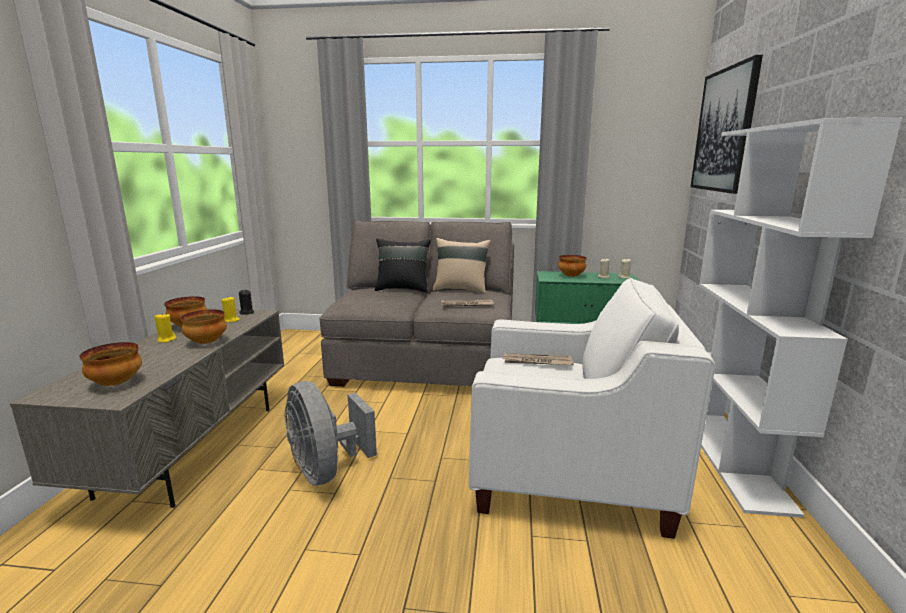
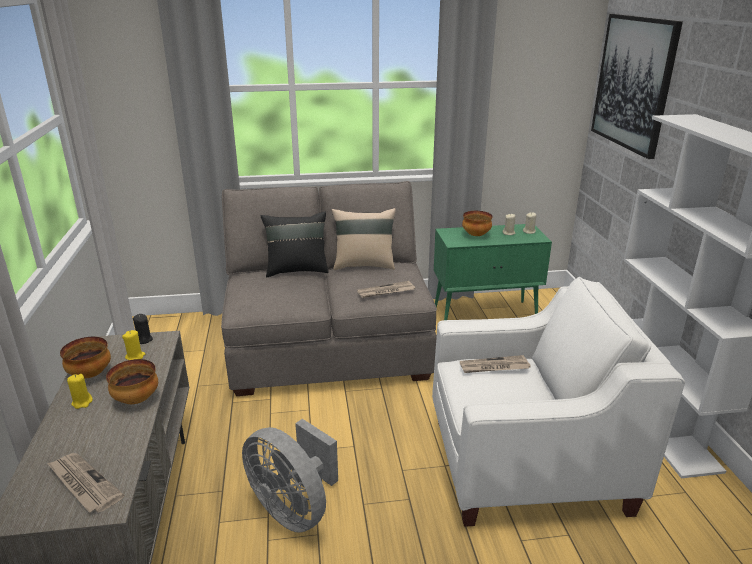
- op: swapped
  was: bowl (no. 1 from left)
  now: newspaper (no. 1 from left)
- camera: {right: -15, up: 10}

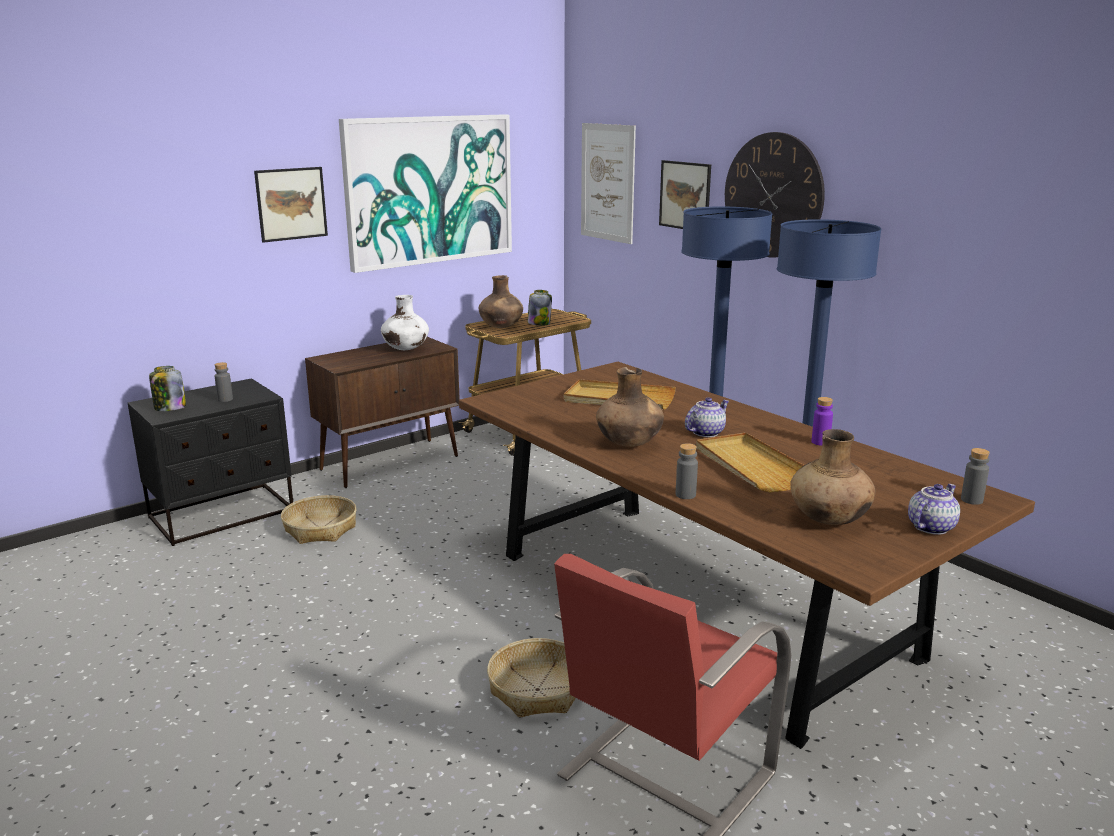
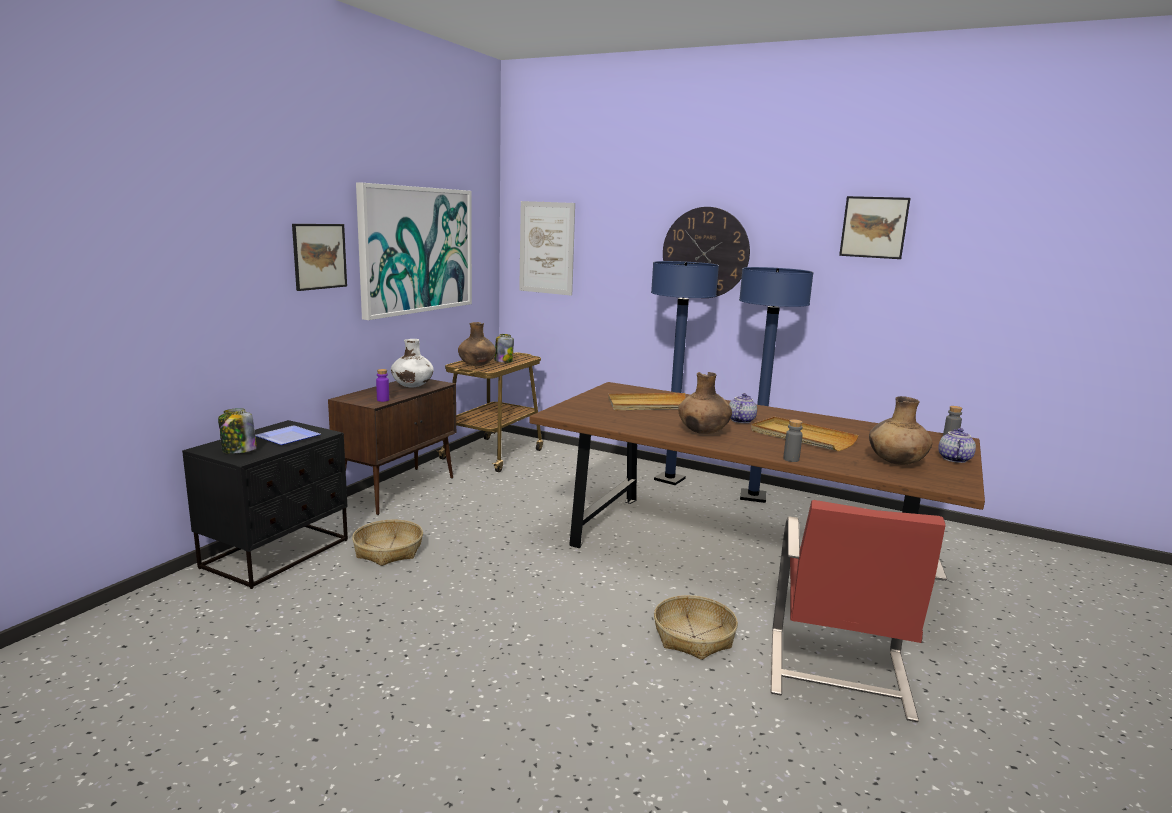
- op: swapped
  was: grey bottle (no. 1 from left)
  now: plate
- op: shifted
  was: picture (no. 4 from left)
- op: shifted
  was: purple bottle
- camera: {right: -25, up: -5}

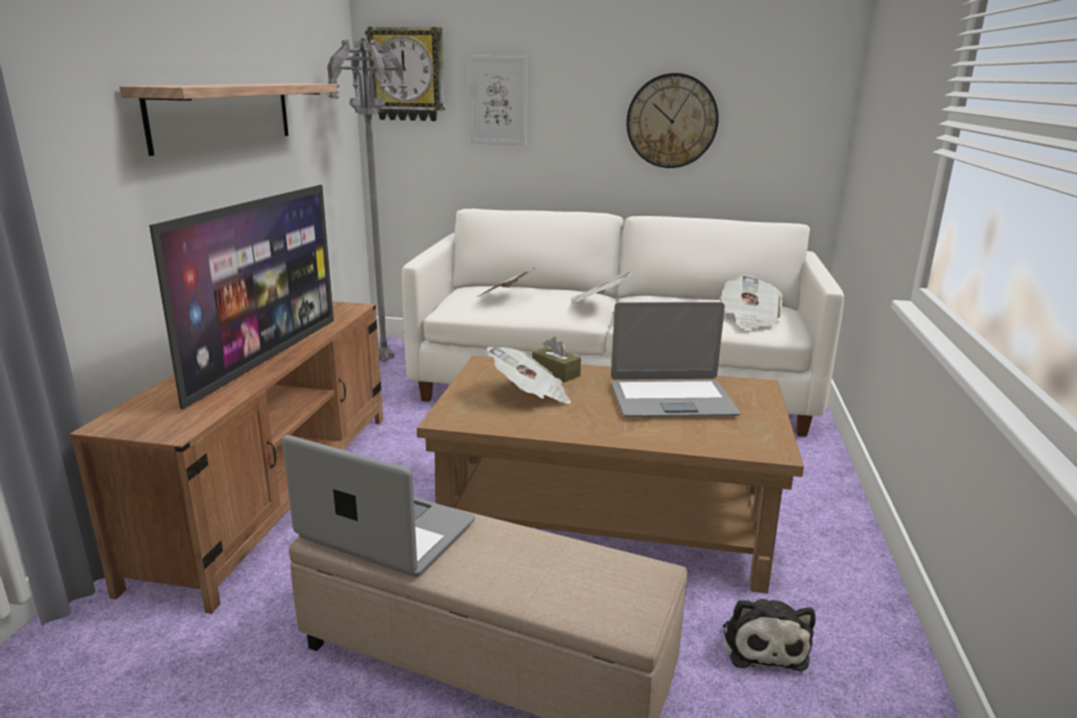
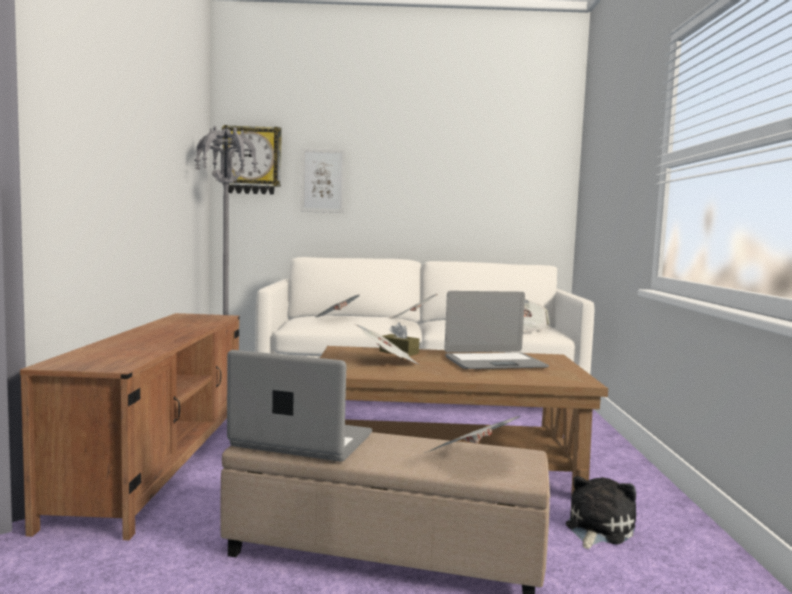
- op: gone
  was: shelf
- op: gone
  was: television
- op: gone
  was: wall clock (no. 2 from left)
- op: rotated
  was: plush toy
  clockwise: -135
- op: new
  now: newspaper (no. 4 from left)
- camera: {right: -10, up: -15}

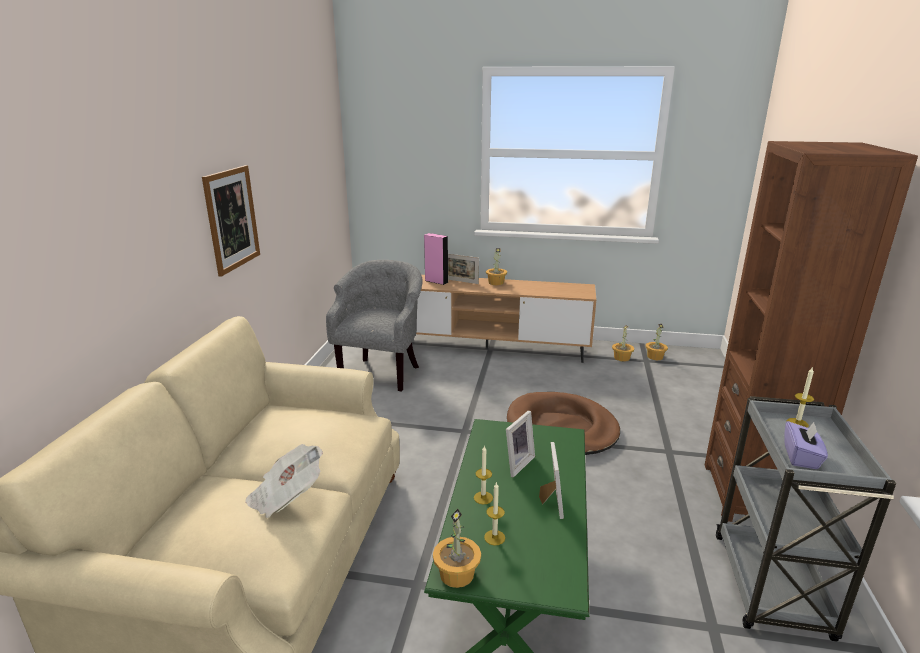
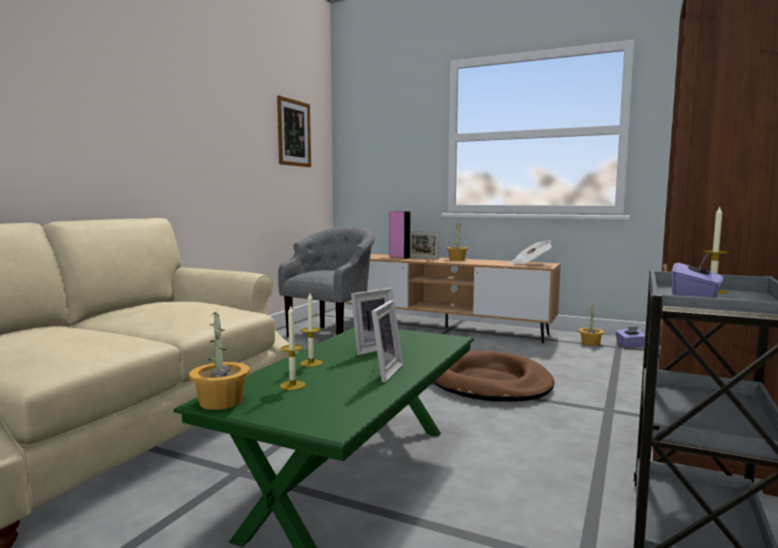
- op: shifted
  was: picture
- op: shifted
  was: newspaper
- op: swapped
  was: potted plant (no. 4 from left)
  now: purple tissue box (no. 1 from left)
- camera: {right: 15, up: -15}

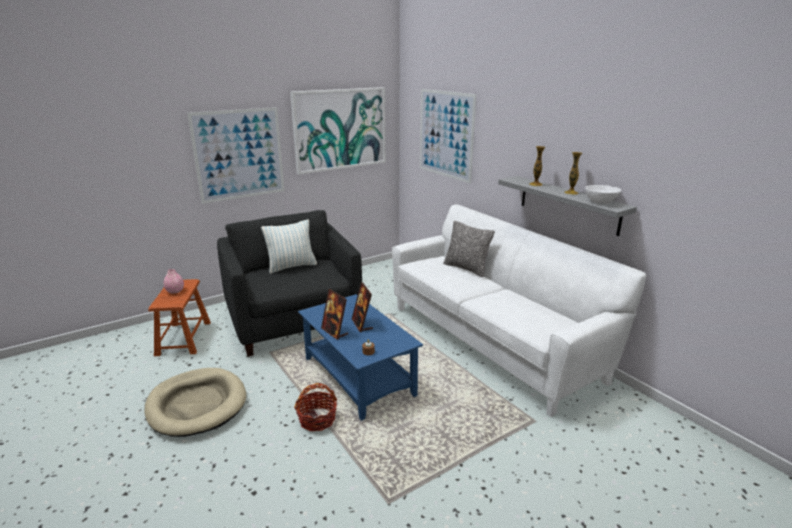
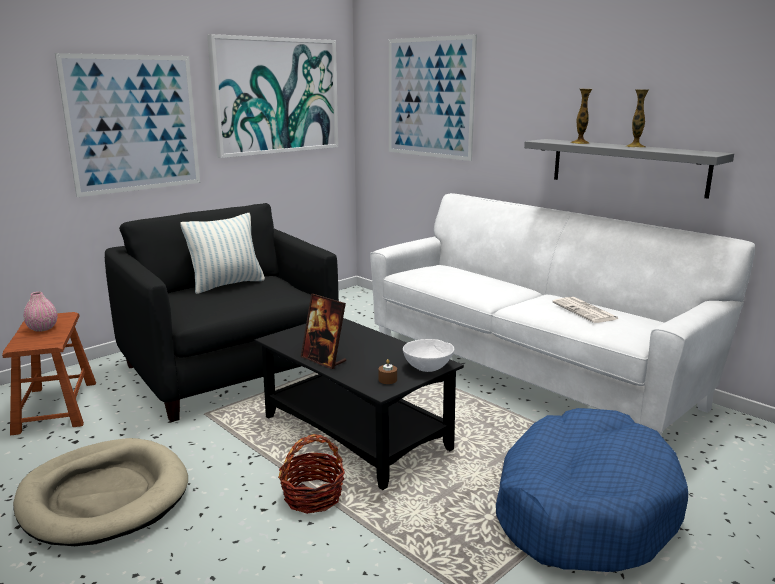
- op: repainted
  was: blue coffee table
  now: black coffee table
- op: gone
  was: picture frame (no. 2 from left)
- op: gone
  was: pillow (no. 2 from left)
- op: shifted
  was: white bowl
- op: new
  now: blue dog bed
- op: new
  now: newspaper
- camera: {right: -10, up: -5}

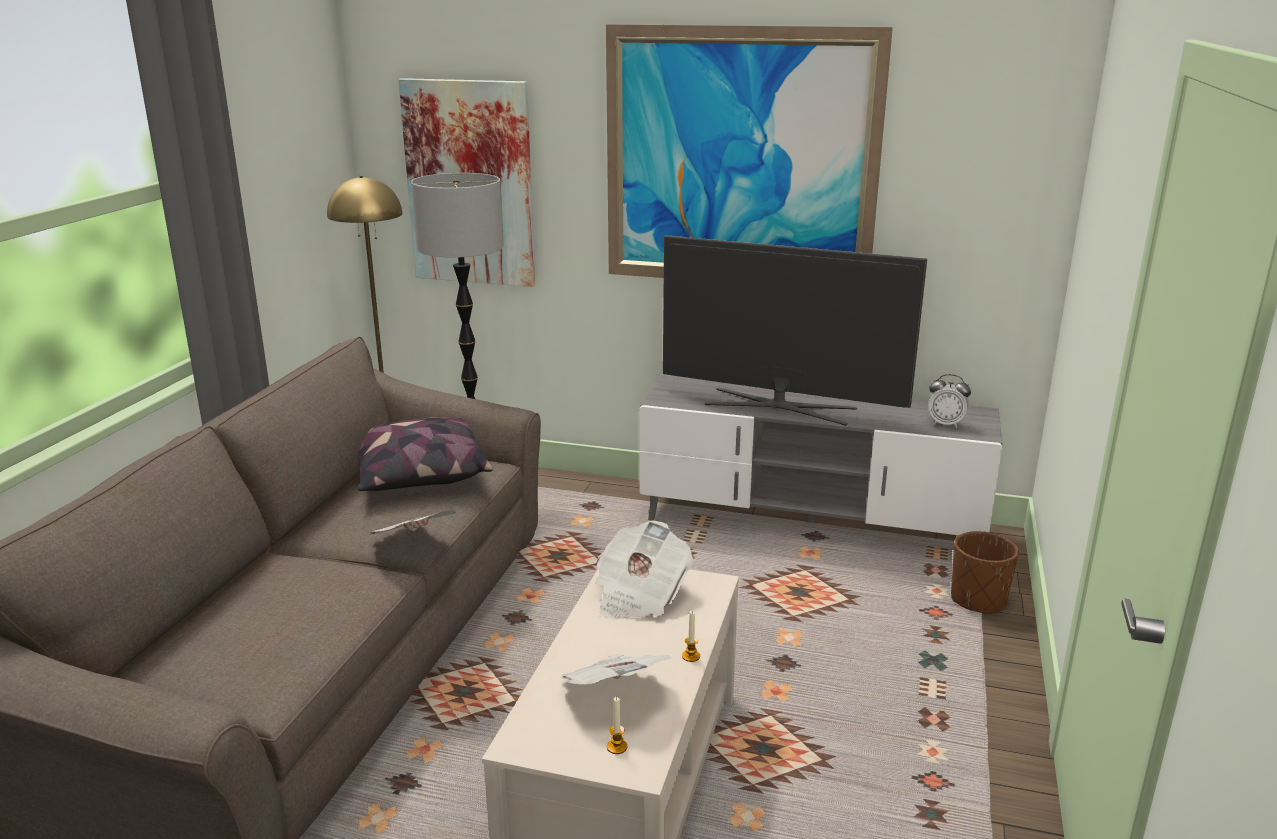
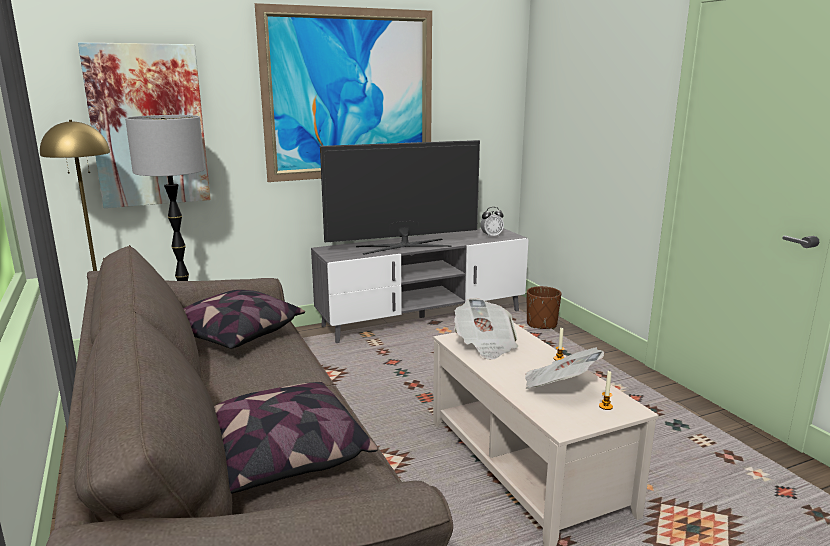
- op: gone
  was: newspaper (no. 1 from left)
- op: new
  now: pillow (no. 2 from left)
- camera: {right: -40, up: -5}

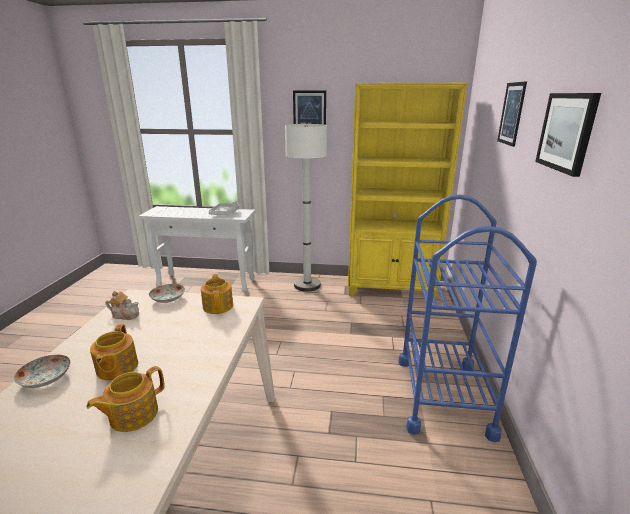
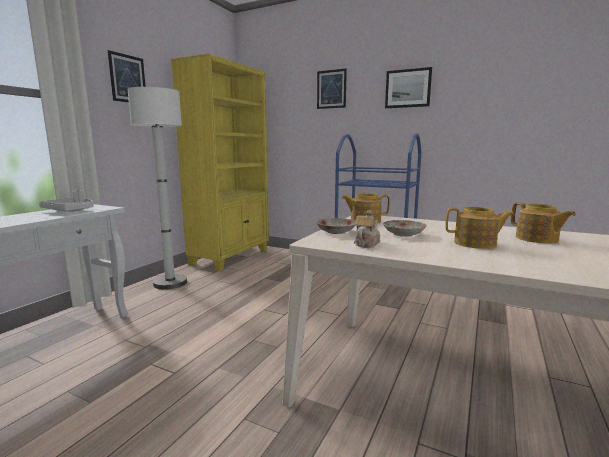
- op: shifted
  was: plate (no. 1 from left in the first image)
  now: plate (no. 2 from left)
- camera: {right: -70, up: -10}

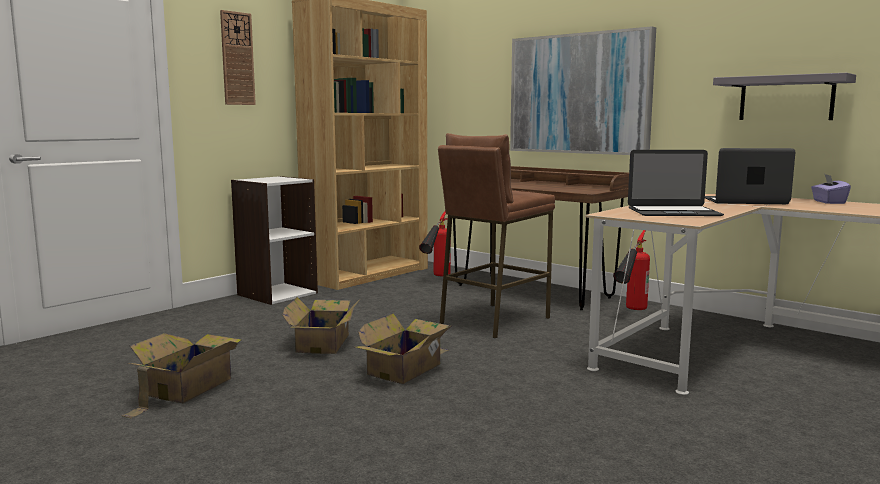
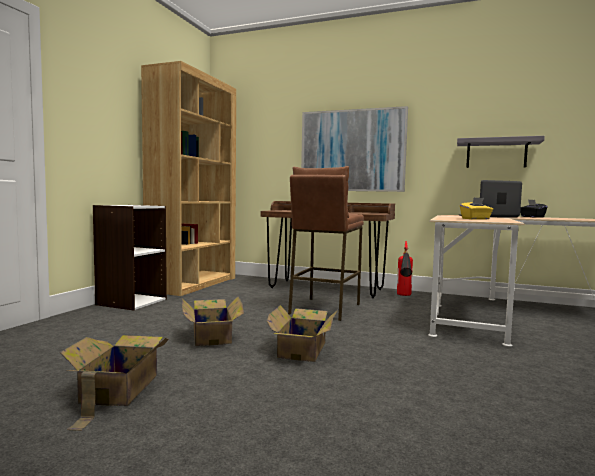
- op: gone
  was: wall clock
- op: gone
  was: fire extinguisher (no. 1 from left)
- op: swapped
  was: laptop (no. 1 from left)
  now: yellow tissue box
- op: repainted
  was: purple tissue box
  now: black tissue box
- camera: {right: -20, up: -5}

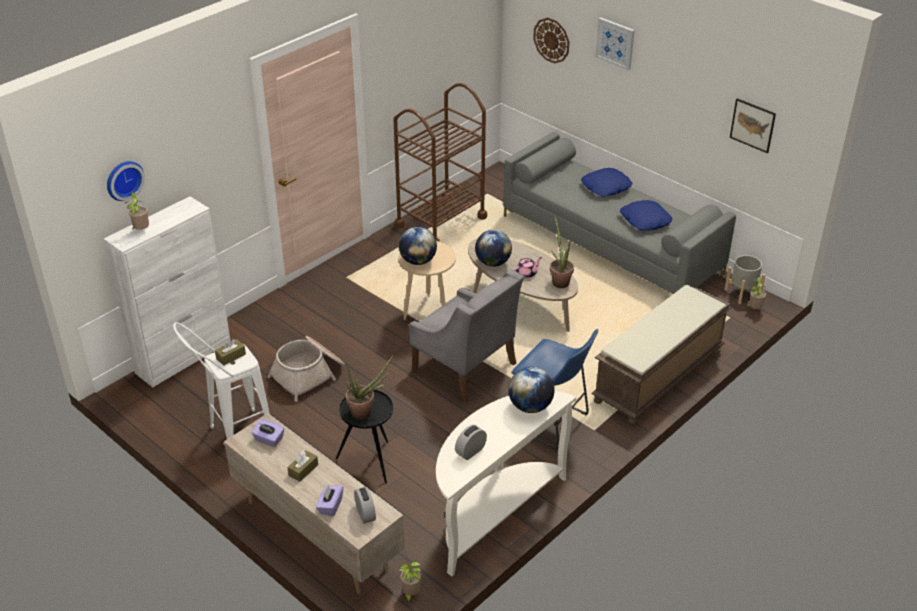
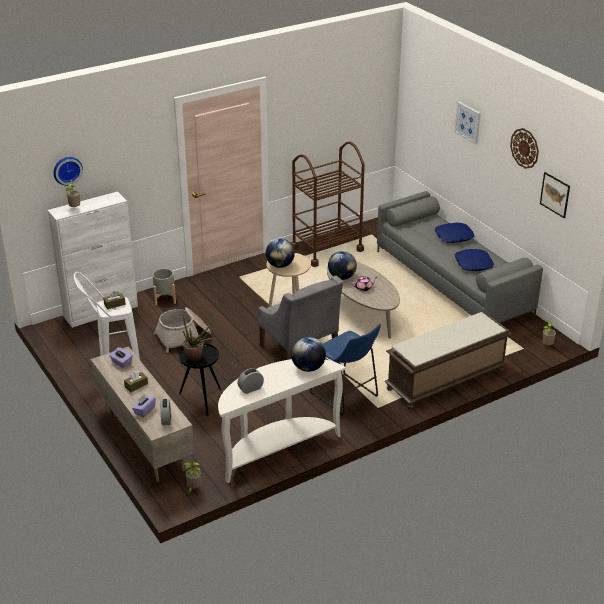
- op: shifted
  was: wall clock (no. 2 from left)
- op: gone
  was: potted plant (no. 4 from left)
- op: shifted
  was: grey planter
- camera: {right: 15, up: -5}

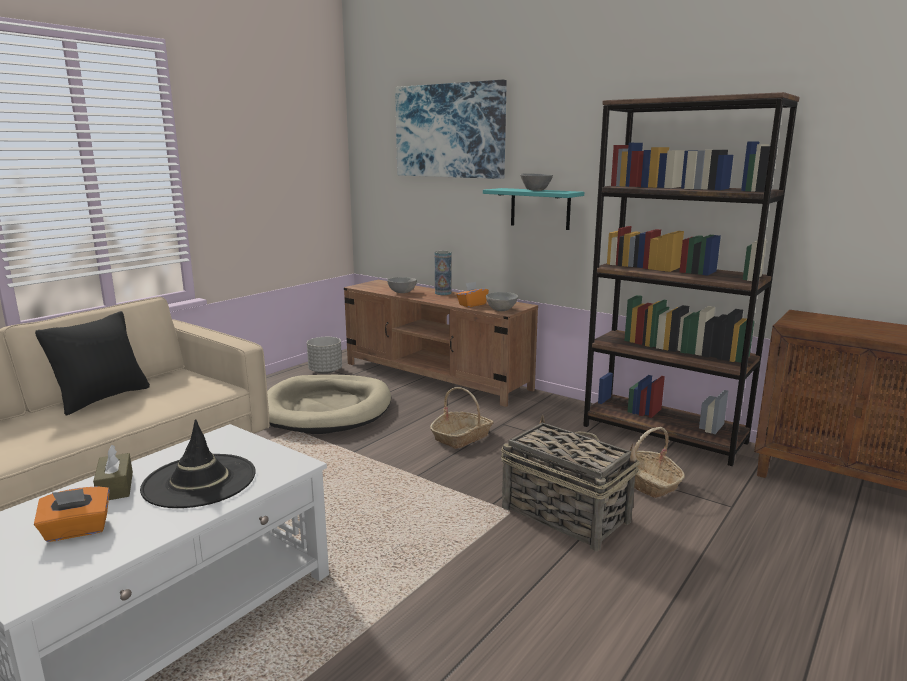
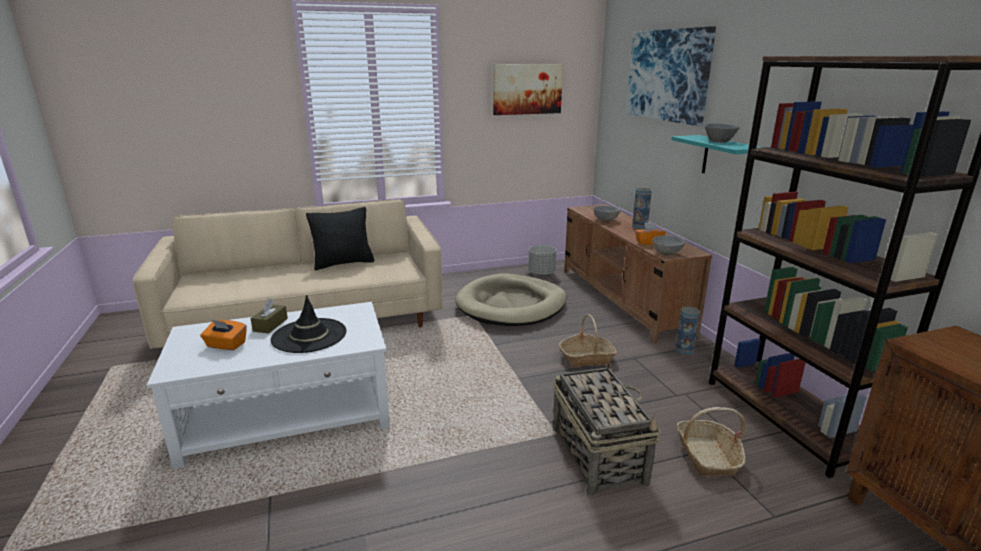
- op: new
  now: picture (no. 1 from left)
- op: new
  now: vase (no. 2 from left)
- camera: {right: 35, up: 5}

